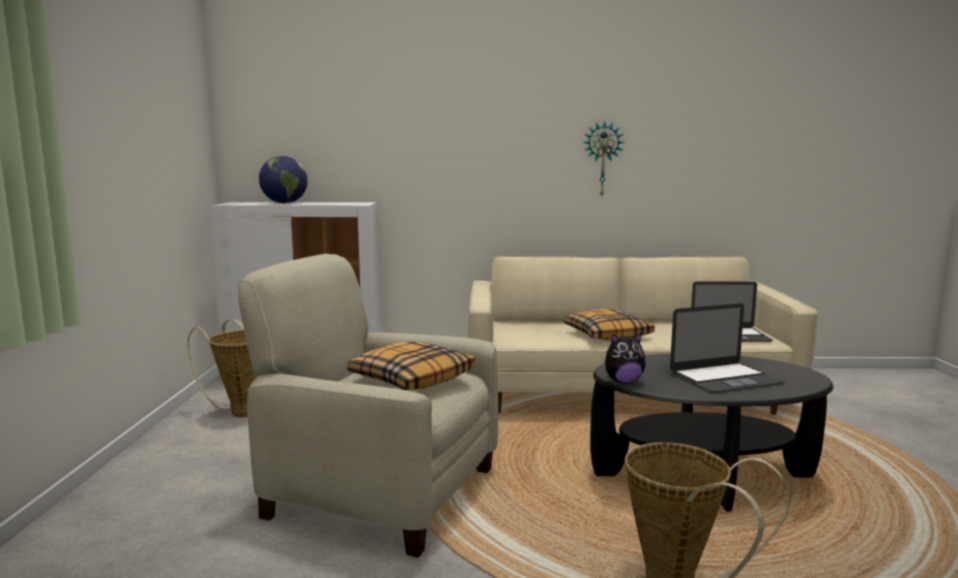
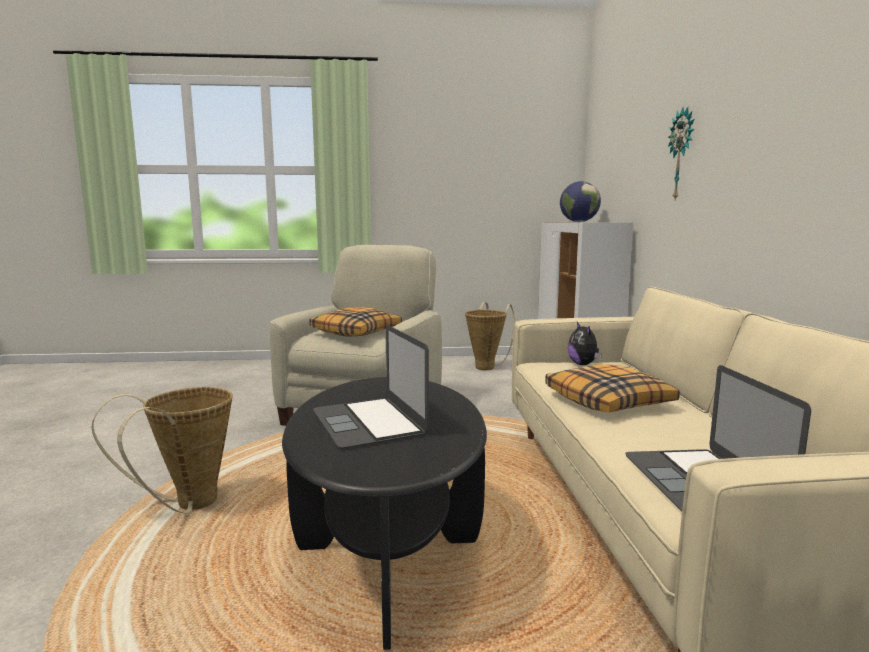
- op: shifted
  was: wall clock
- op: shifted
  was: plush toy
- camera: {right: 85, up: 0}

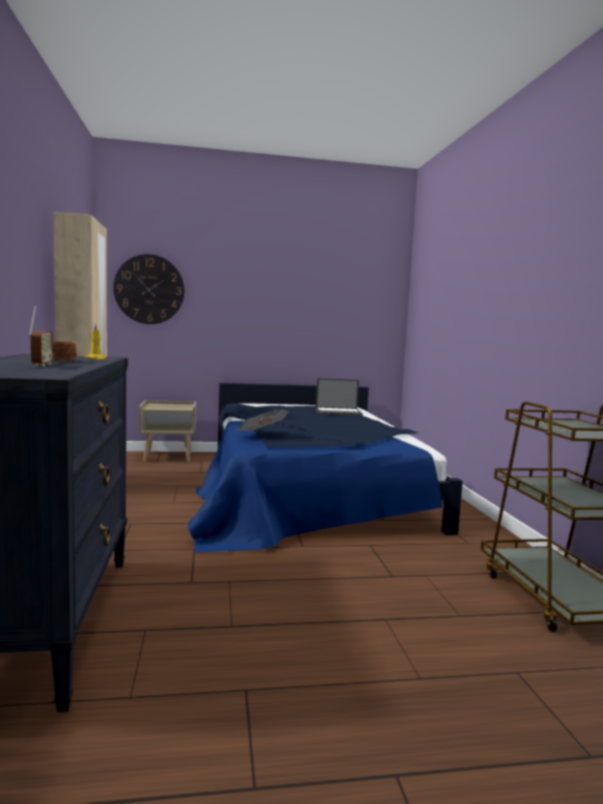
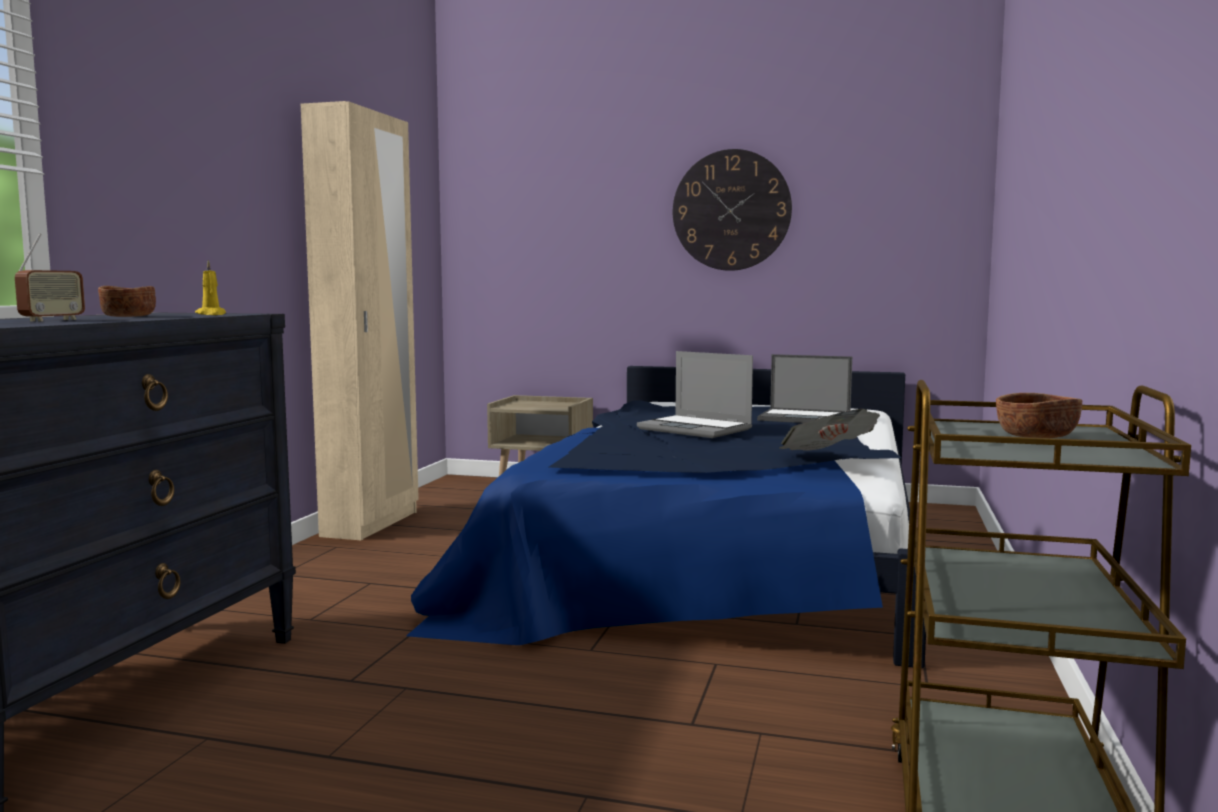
- op: shifted
  was: wall clock
- op: shifted
  was: newspaper
- op: new
  now: laptop (no. 1 from left)
- op: new
  now: brown bowl (no. 2 from left)
- camera: {right: 25, up: 0}

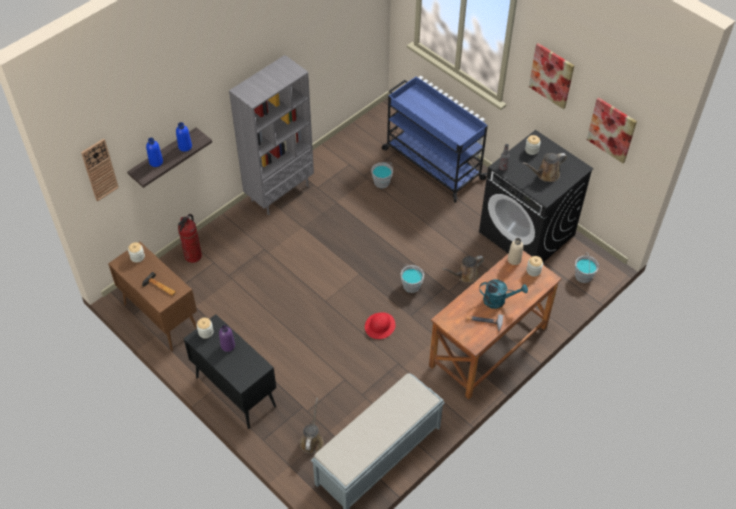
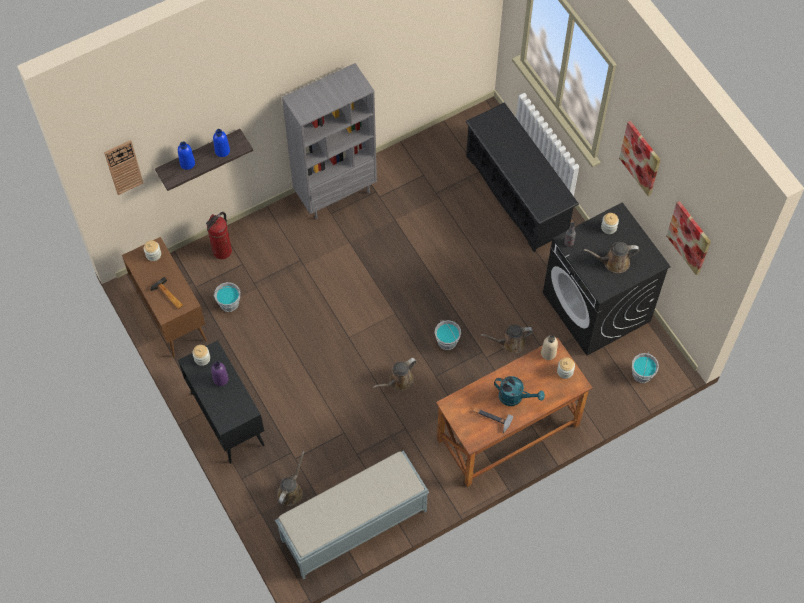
- op: swapped
  was: red hard hat
  now: brown watering can (no. 2 from left)
- op: shifted
  was: grey bucket (no. 1 from left)
- op: swapped
  was: blue cart
  now: black shoe rack
- camera: {right: 15, up: 10}

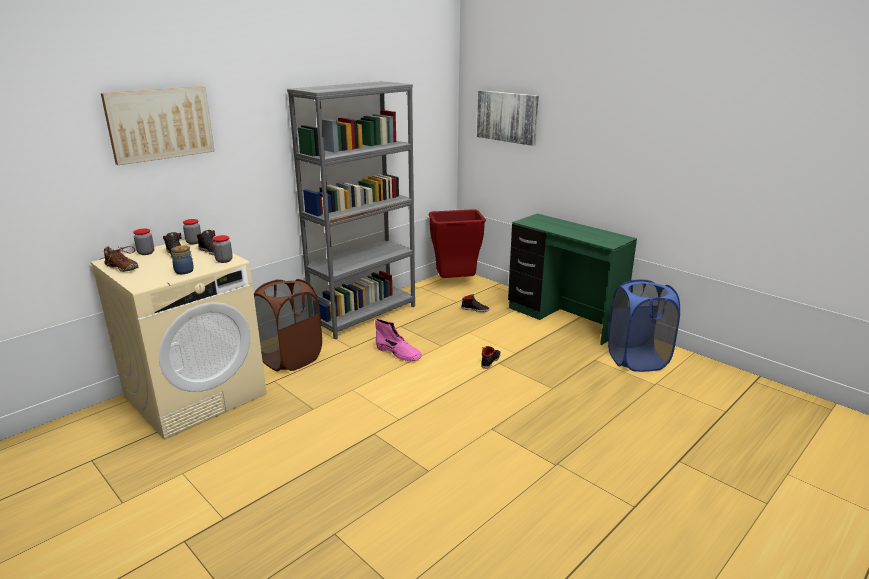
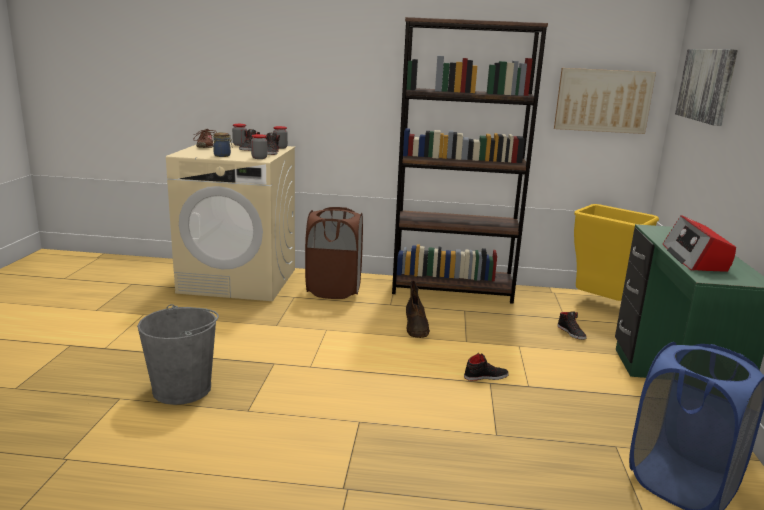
- op: shifted
  was: picture (no. 1 from left)
- op: repainted
  was: grey bookcase
  now: brown bookcase
- op: repainted
  was: pink boot
  now: brown boot
- op: repainted
  was: red trash can
  now: yellow trash can
- op: new
  now: grey bucket
- op: new
  now: radio
- camera: {right: 50, up: -5}

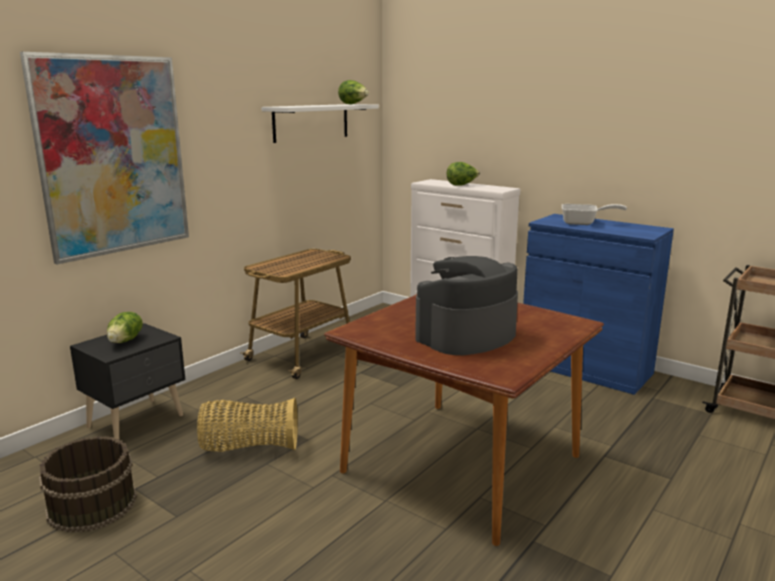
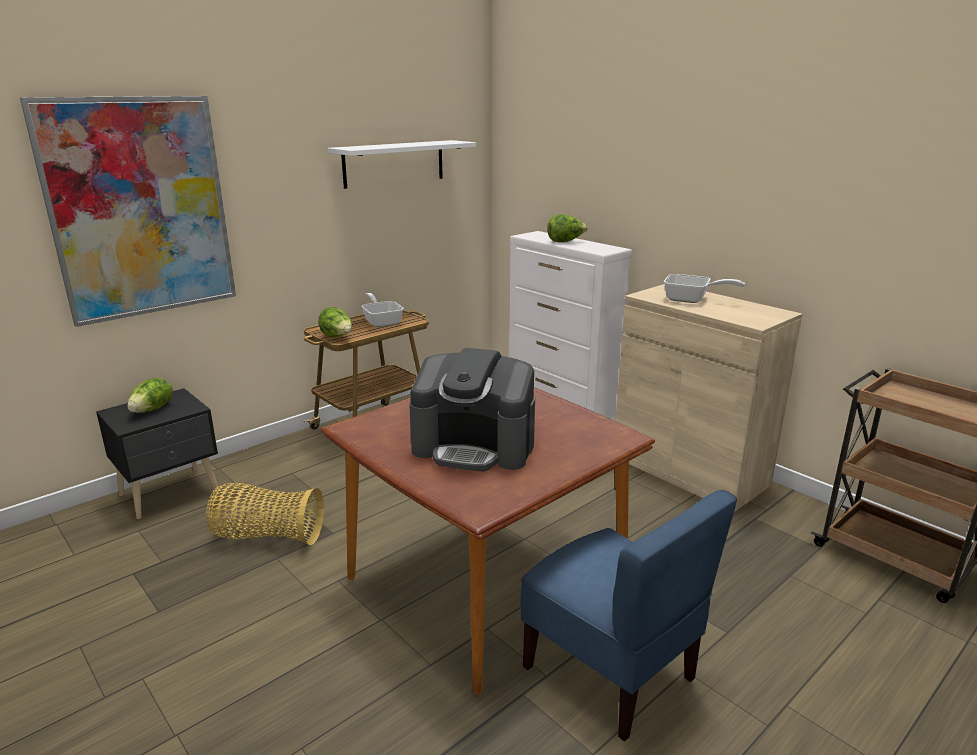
- op: gone
  was: brown bucket
- op: shifted
  was: lettuce (no. 2 from left)
- op: rotated
  was: coffee machine
  clockwise: -135
- op: repainted
  was: blue cabinet
  now: beige cabinet
- op: new
  now: frying pan (no. 1 from left)
- op: new
  now: blue chair
- camera: {right: 10, up: 5}

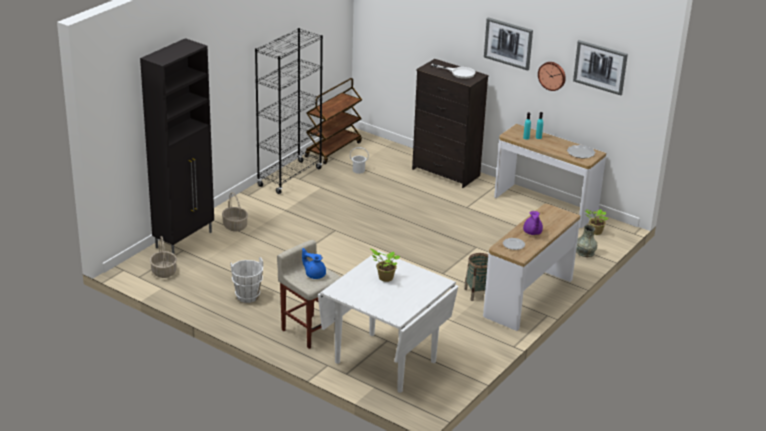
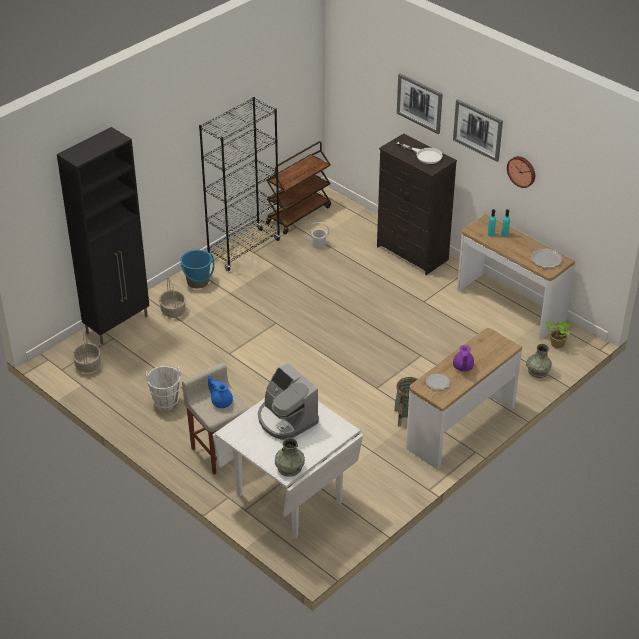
- op: swapped
  was: potted plant (no. 1 from left)
  now: coffee machine
- op: shifted
  was: picture (no. 2 from left in the first image)
  now: picture (no. 1 from left)
- op: new
  now: blue bucket
- op: new
  now: grey vase (no. 1 from left)
- camera: {right: 10, up: 10}

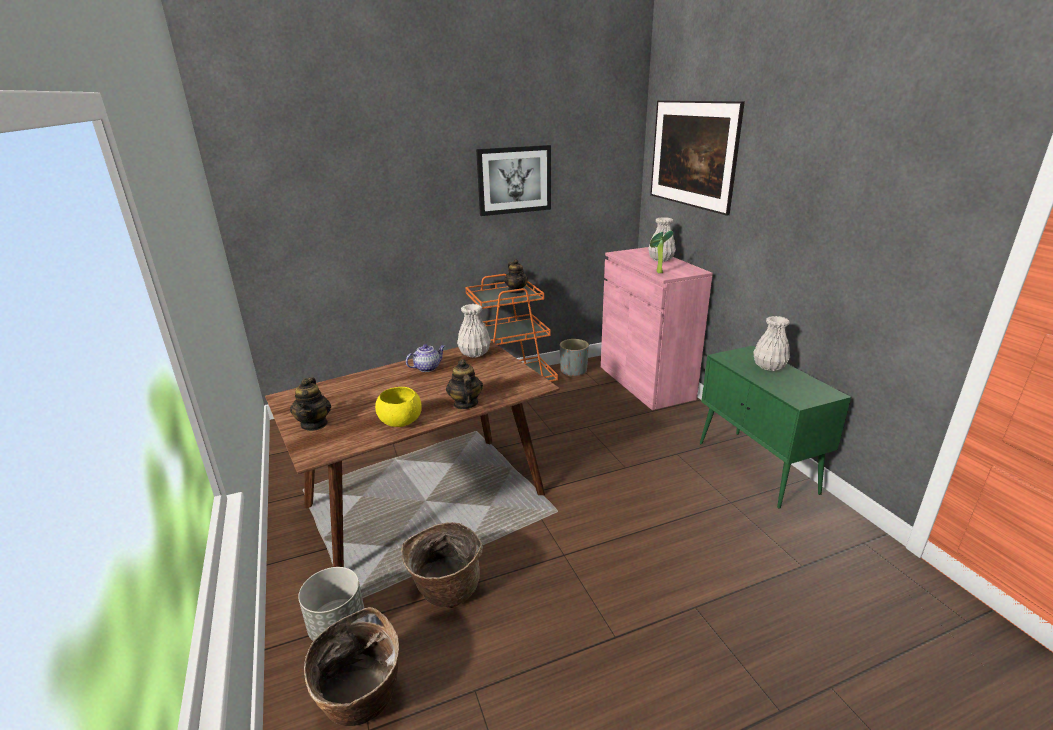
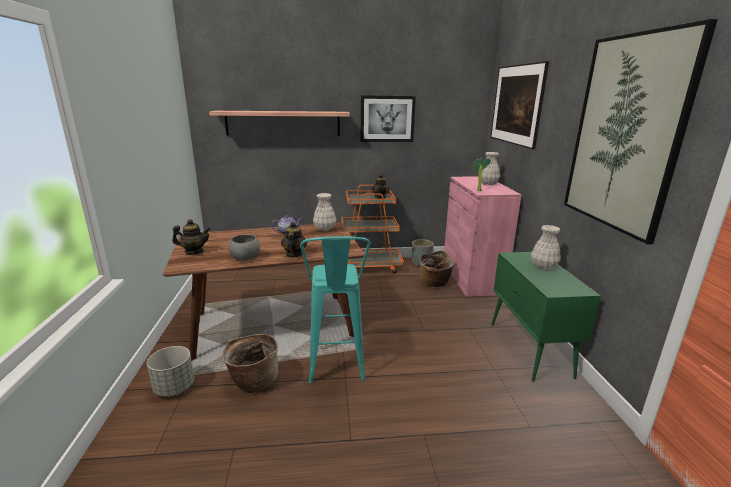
- op: rotated
  was: teapot (no. 1 from left)
  clockwise: -105
- op: shifted
  was: basket (no. 1 from left in the first image)
  now: basket (no. 2 from left)
- op: repainted
  was: yellow bowl
  now: grey bowl
- op: new
  now: shelf
- op: new
  now: turquoise stool
- op: new
  now: picture (no. 3 from left)
- camera: {right: 15, up: -5}

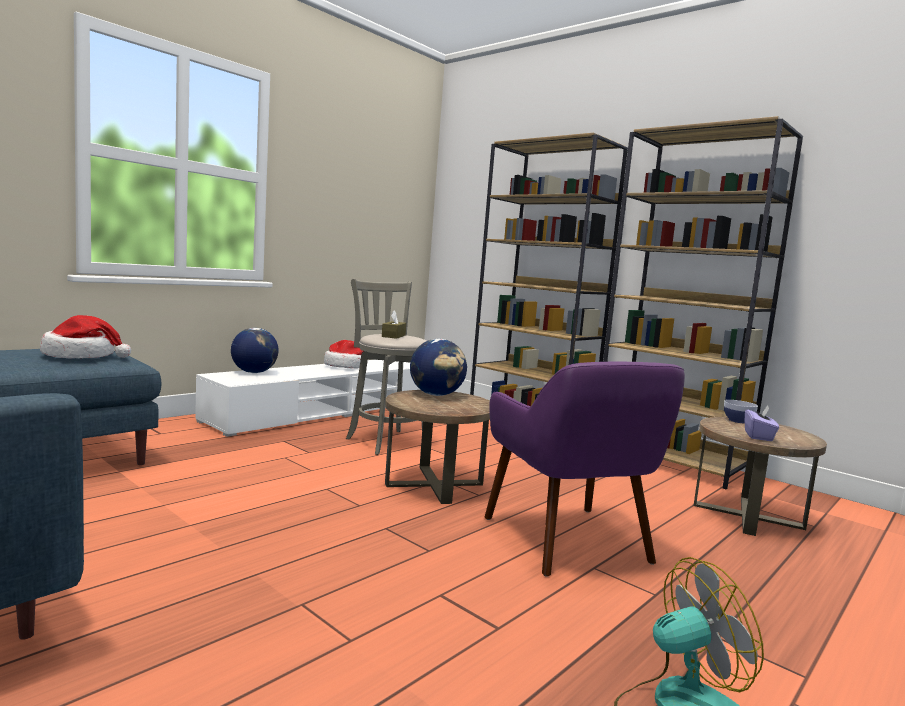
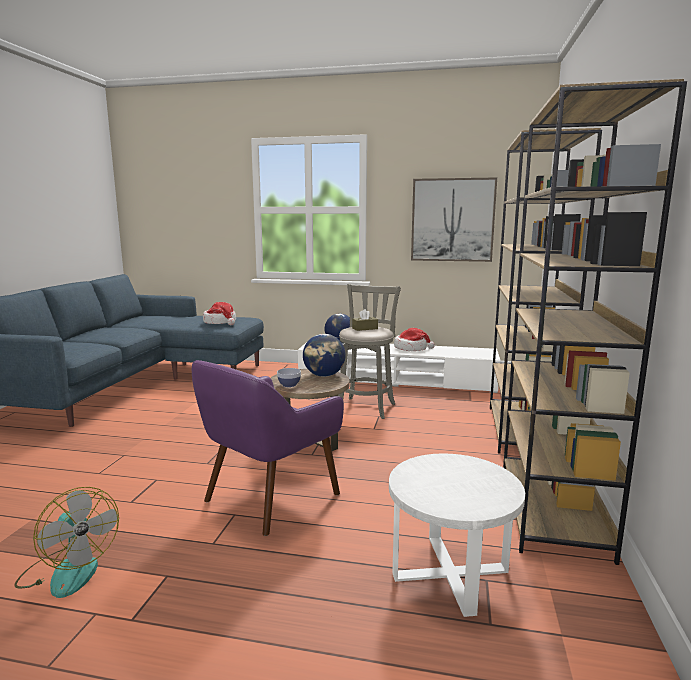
- op: repainted
  was: brown side table (no. 2 from left)
  now: white side table
- op: shifted
  was: bowl
- op: gone
  was: purple tissue box
- op: new
  now: picture
- camera: {right: 60, up: 5}

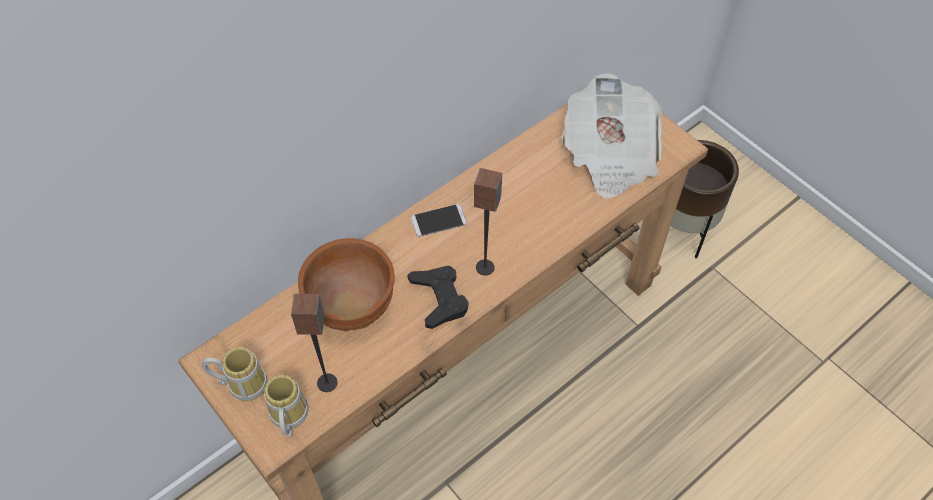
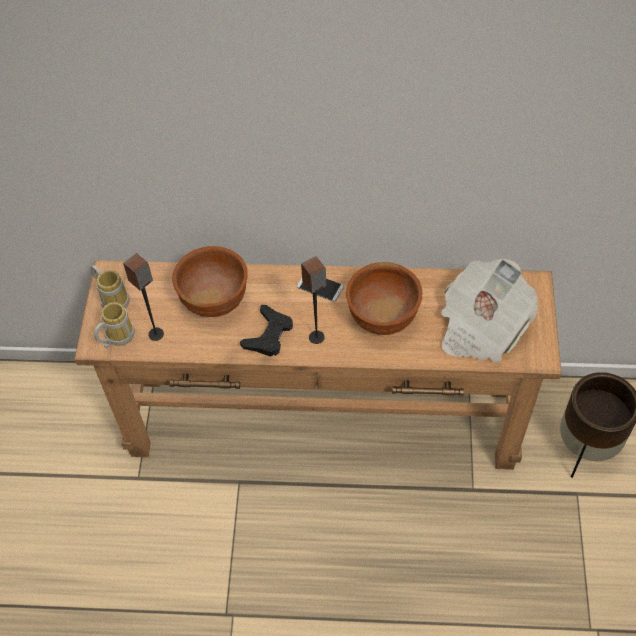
- op: new
  now: brown bowl (no. 2 from left)
- camera: {right: 45, up: 0}

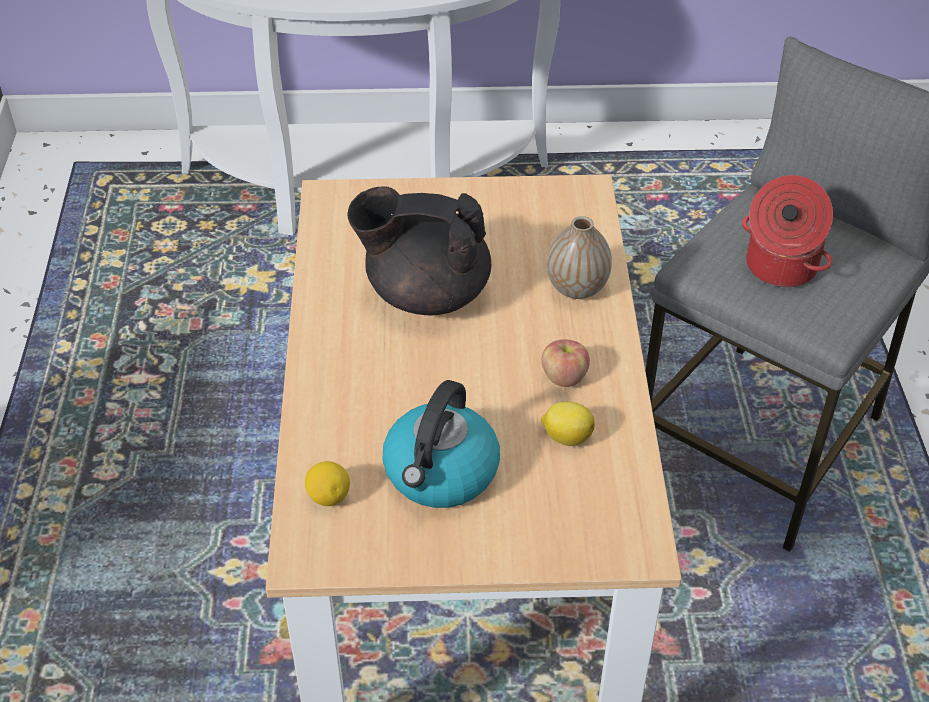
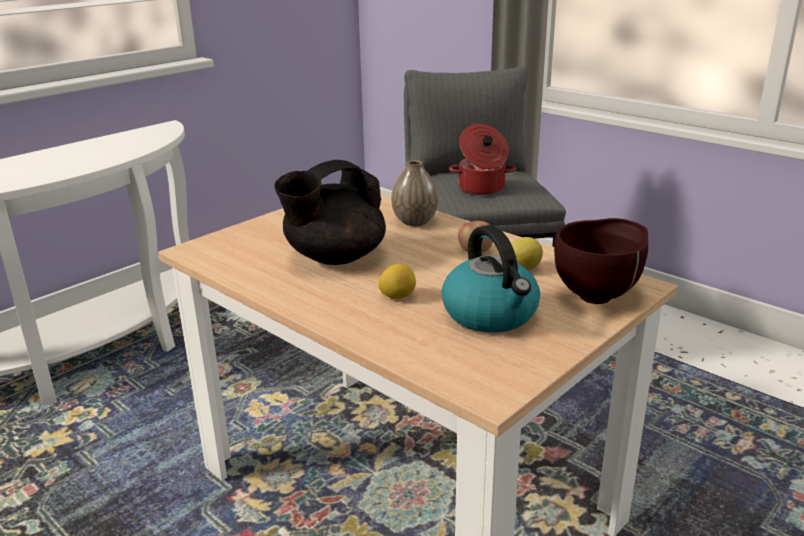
- op: shifted
  was: lemon (no. 1 from left)
- op: new
  now: brown bowl
- camera: {right: -45, up: -20}

